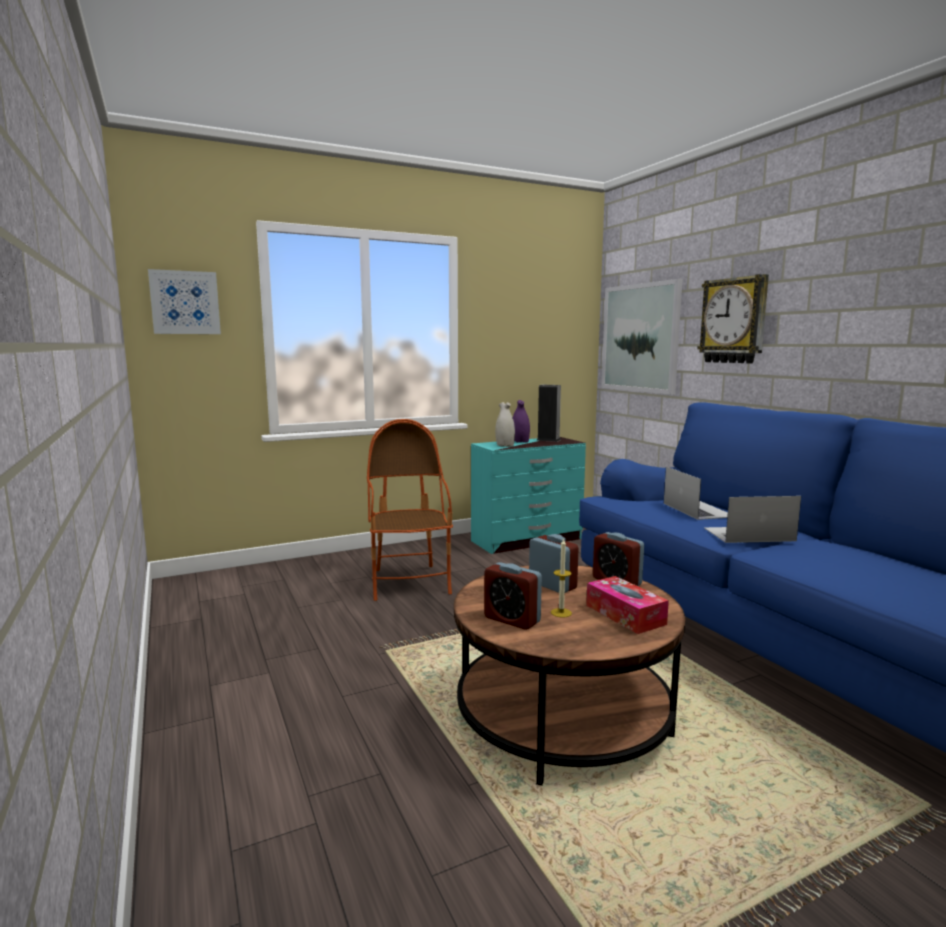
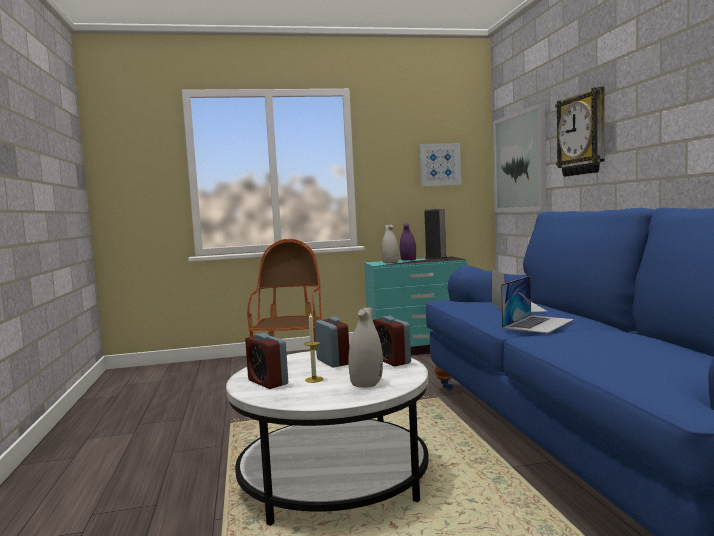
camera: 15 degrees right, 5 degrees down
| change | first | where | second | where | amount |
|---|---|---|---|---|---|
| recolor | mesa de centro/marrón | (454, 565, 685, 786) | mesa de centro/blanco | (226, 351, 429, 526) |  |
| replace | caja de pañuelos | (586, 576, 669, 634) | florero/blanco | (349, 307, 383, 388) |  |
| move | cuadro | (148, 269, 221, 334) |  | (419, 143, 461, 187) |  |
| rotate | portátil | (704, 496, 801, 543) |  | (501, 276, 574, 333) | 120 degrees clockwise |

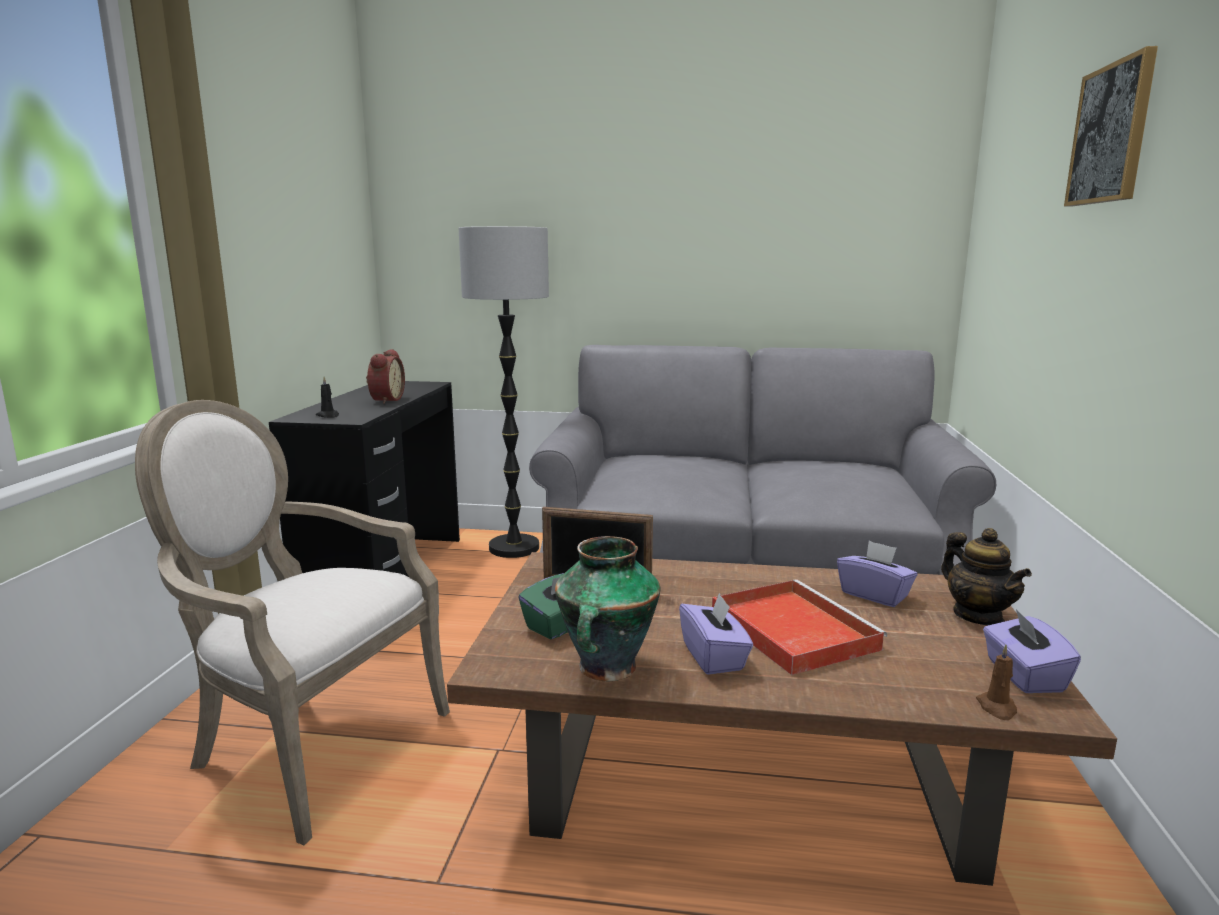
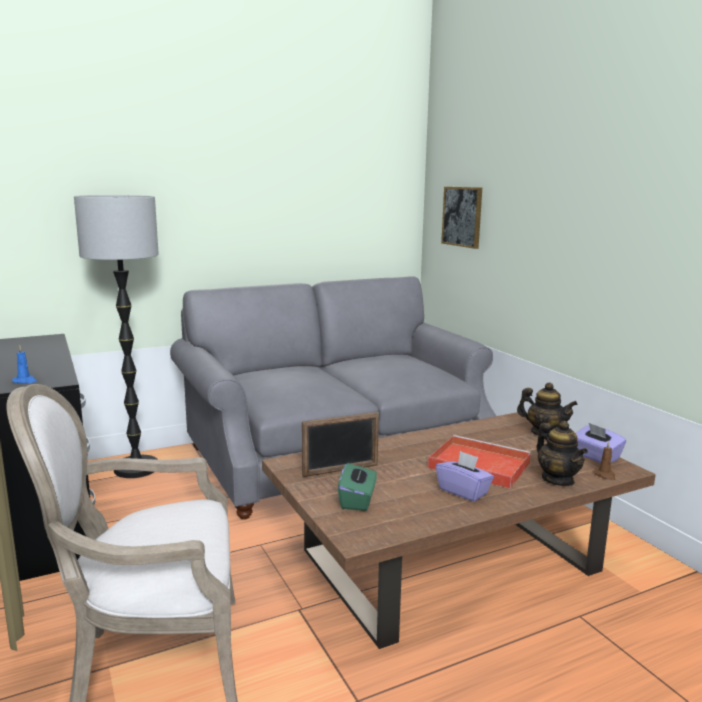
camera: 35 degrees left, 0 degrees up
| change | first | where | second | where | amount |
|---|---|---|---|---|---|
| recolor | vela/negro | (316, 377, 339, 418) | vela/azul | (12, 346, 37, 384) |  |
| move | cuadro | (1064, 46, 1158, 206) |  | (441, 187, 482, 249) |  |
| insert |  |  | tetera | (537, 421, 588, 486) |  |
| delete | despertador | (366, 349, 405, 404) |  |  |  |
| delete | florero | (555, 536, 661, 681) |  |  |  |
| delete | caja de pañuelos/morado | (837, 540, 917, 607) |  |  |  |

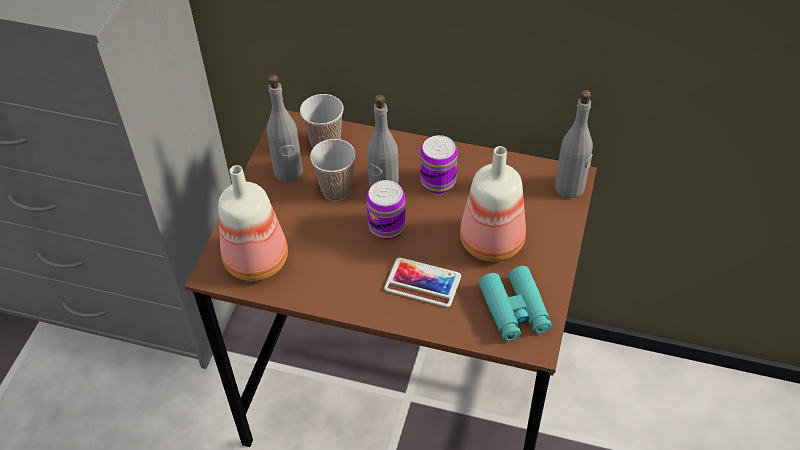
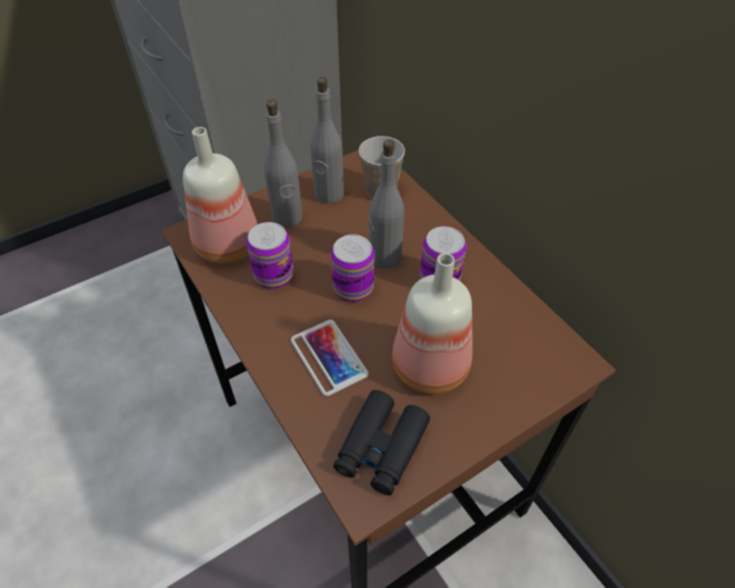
camera: 40 degrees right, 0 degrees up
| change | first | where | second | where | amount |
|---|---|---|---|---|---|
| insert |  |  | lata | (246, 222, 294, 289) |  |
| move | botella/gris | (555, 90, 593, 198) |  | (264, 100, 303, 228) |  |
| recolor | prismáticos/turquesa | (479, 266, 552, 341) | prismáticos/negro | (333, 390, 430, 495) |  |
| delete | taza | (310, 139, 356, 201) |  |  |  |

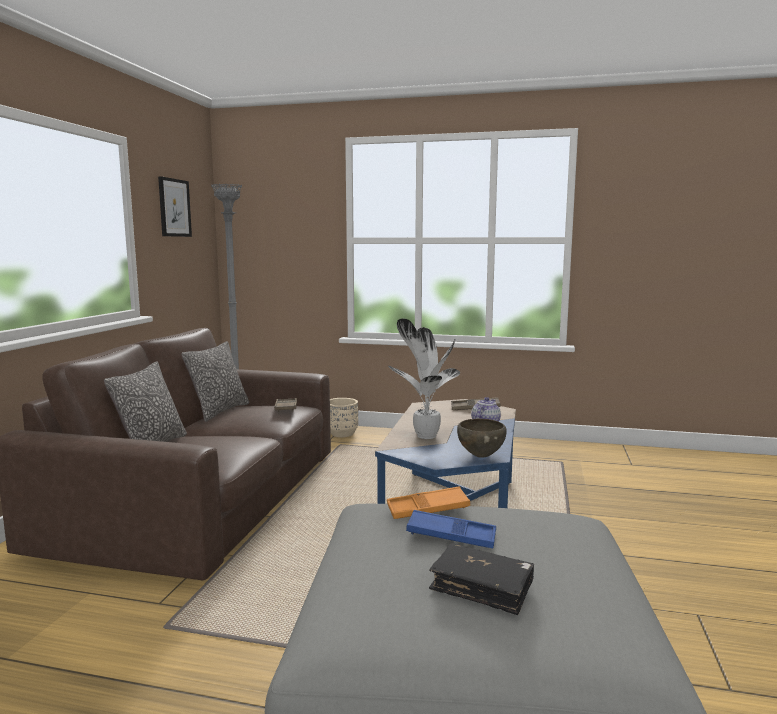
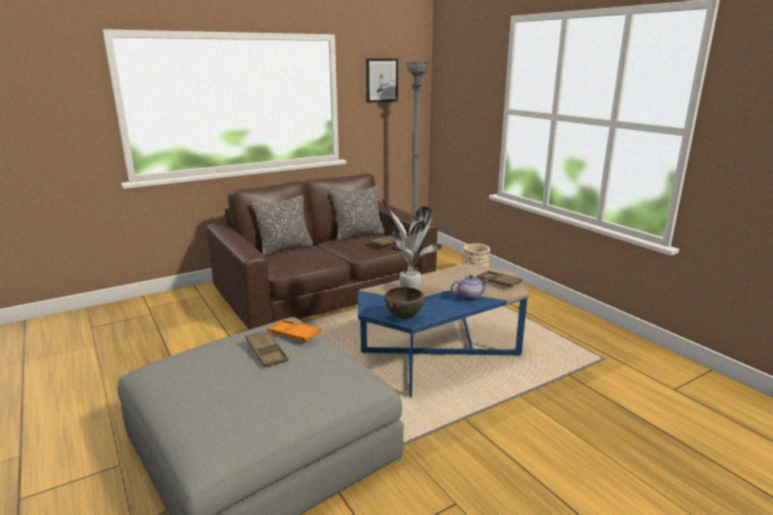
camera: 45 degrees right, 10 degrees up
| change | first | where | second | where | amount |
|---|---|---|---|---|---|
| recolor | bandeja/azul | (406, 510, 496, 548) | bandeja/marrón | (245, 330, 289, 368) |  |
| delete | libro/negro | (429, 543, 534, 615) |  |  |  |

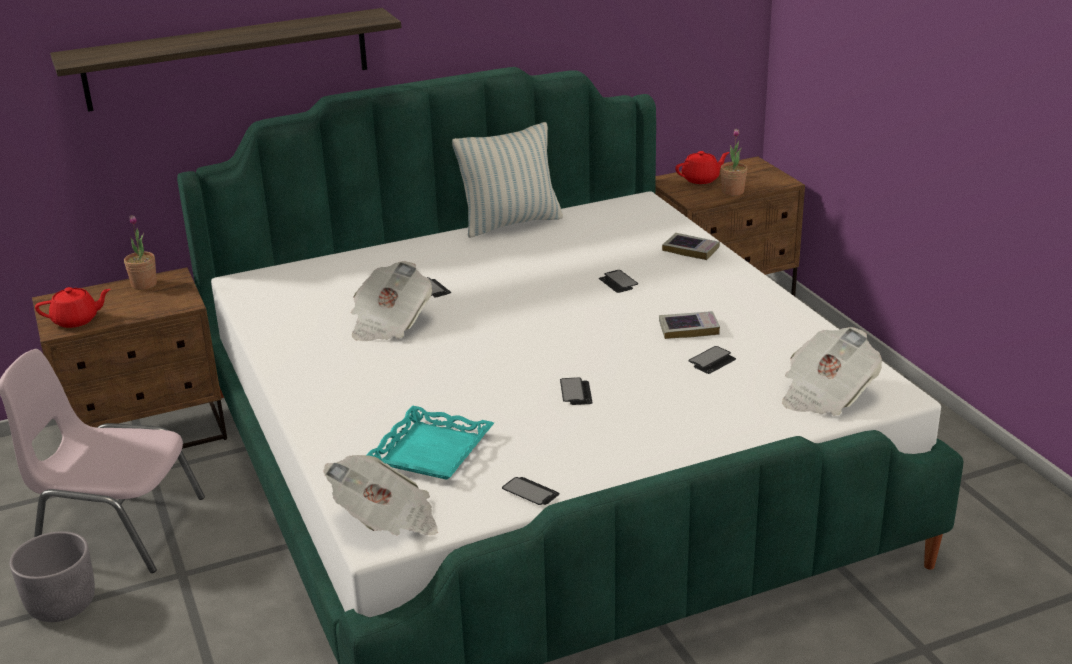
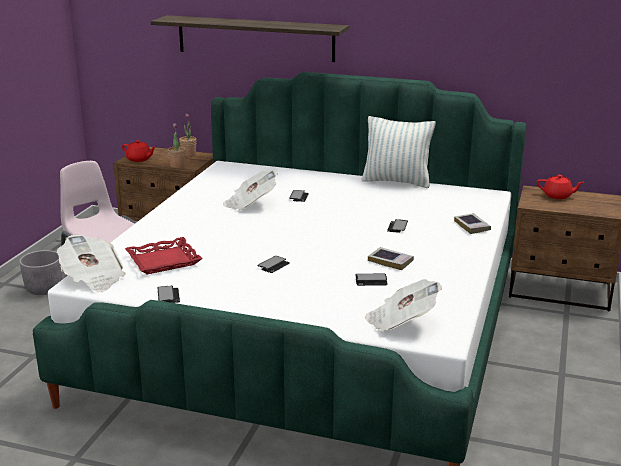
camera: 40 degrees right, 5 degrees down
| change | first | where | second | where | amount |
|---|---|---|---|---|---|
| recolor | bandeja/turquesa | (367, 406, 494, 480) | bandeja/rojo | (125, 237, 203, 274) |  |
| move | planta en maceta | (720, 128, 747, 196) |  | (168, 123, 186, 168) |  |

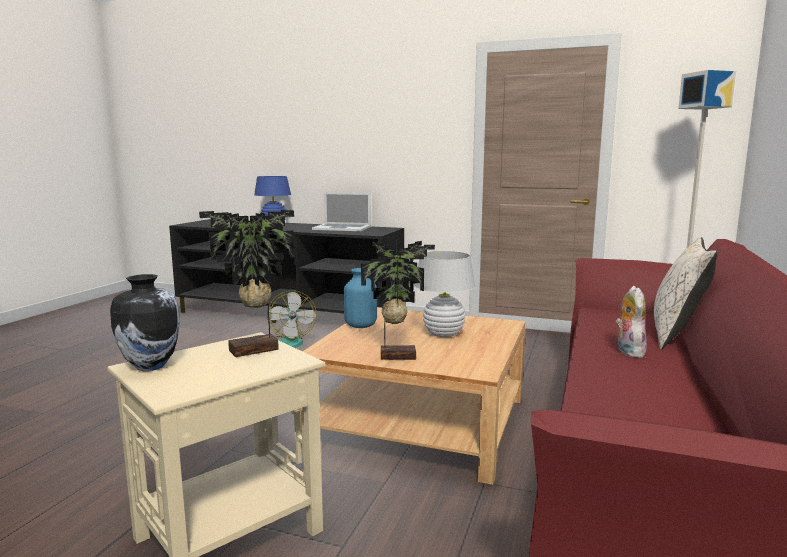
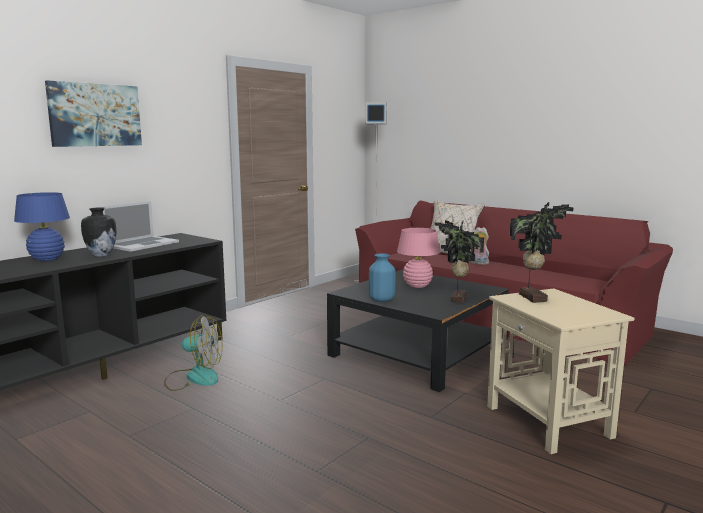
camera: 70 degrees left, 0 degrees up
| change | first | where | second | where | amount |
|---|---|---|---|---|---|
| insert |  |  | cuadro | (45, 80, 142, 147) |  |
| move | florero | (110, 274, 180, 371) |  | (81, 208, 117, 257) |  |
| recolor | mesa de centro/beis | (298, 307, 525, 485) | mesa de centro/negro | (327, 269, 509, 392) |  |
| recolor | lámpara de mesa/blanco | (414, 251, 476, 337) | lámpara de mesa/rosa | (397, 228, 440, 288) |  |

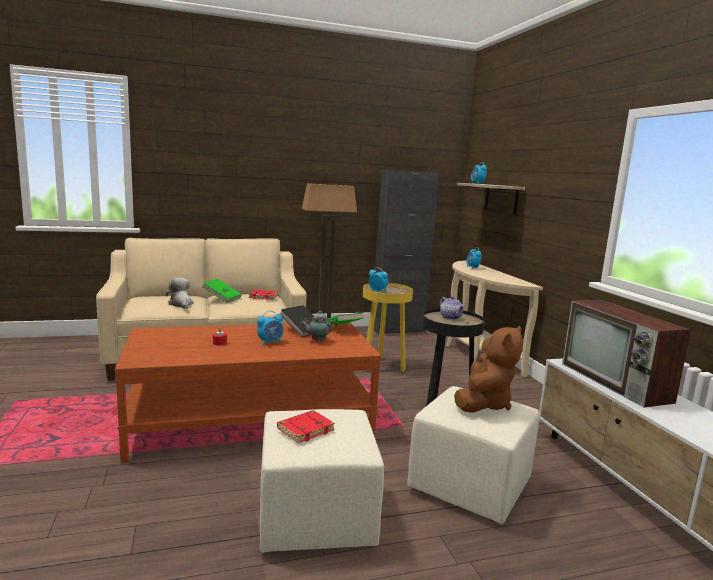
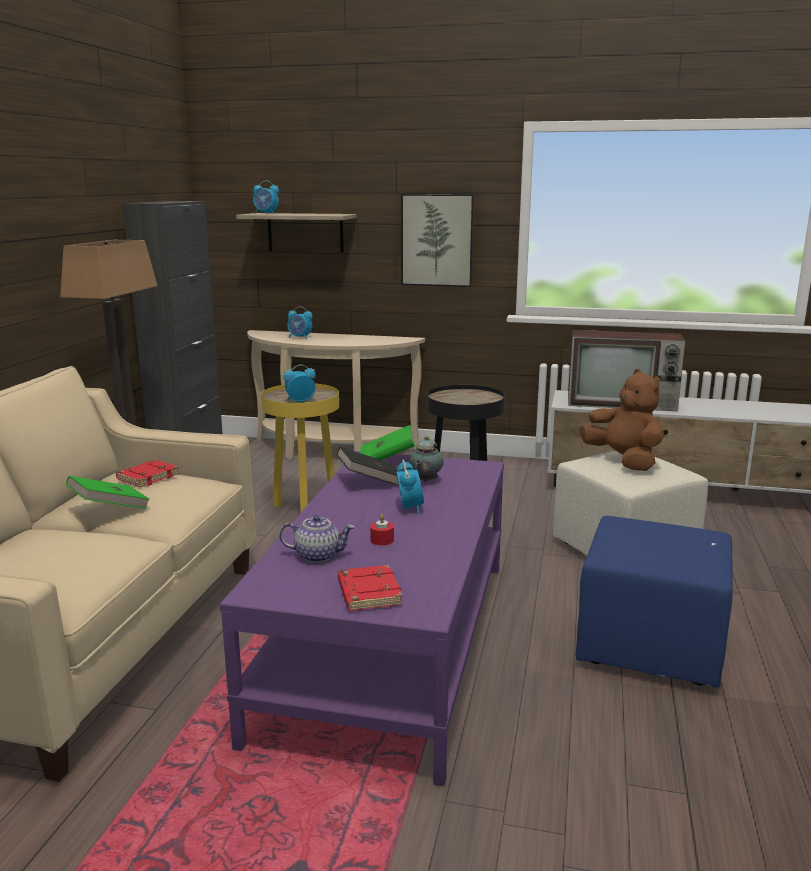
camera: 60 degrees left, 5 degrees up
| change | first | where | second | where | amount |
|---|---|---|---|---|---|
| recolor | mesa de centro/marrón | (115, 323, 381, 463) | mesa de centro/morado | (219, 451, 504, 786) |  |
| move | tetera | (440, 296, 465, 320) |  | (279, 515, 355, 563) |  |
| move | libro/rojo | (277, 410, 335, 443) |  | (338, 565, 403, 611) |  |
| insert |  |  | cuadro | (401, 194, 474, 287) |  |
| recolor | puf/beis | (260, 409, 384, 552) | puf/azul | (576, 516, 733, 688) |  |
| delete | peluche | (166, 278, 194, 309) |  |  |  |

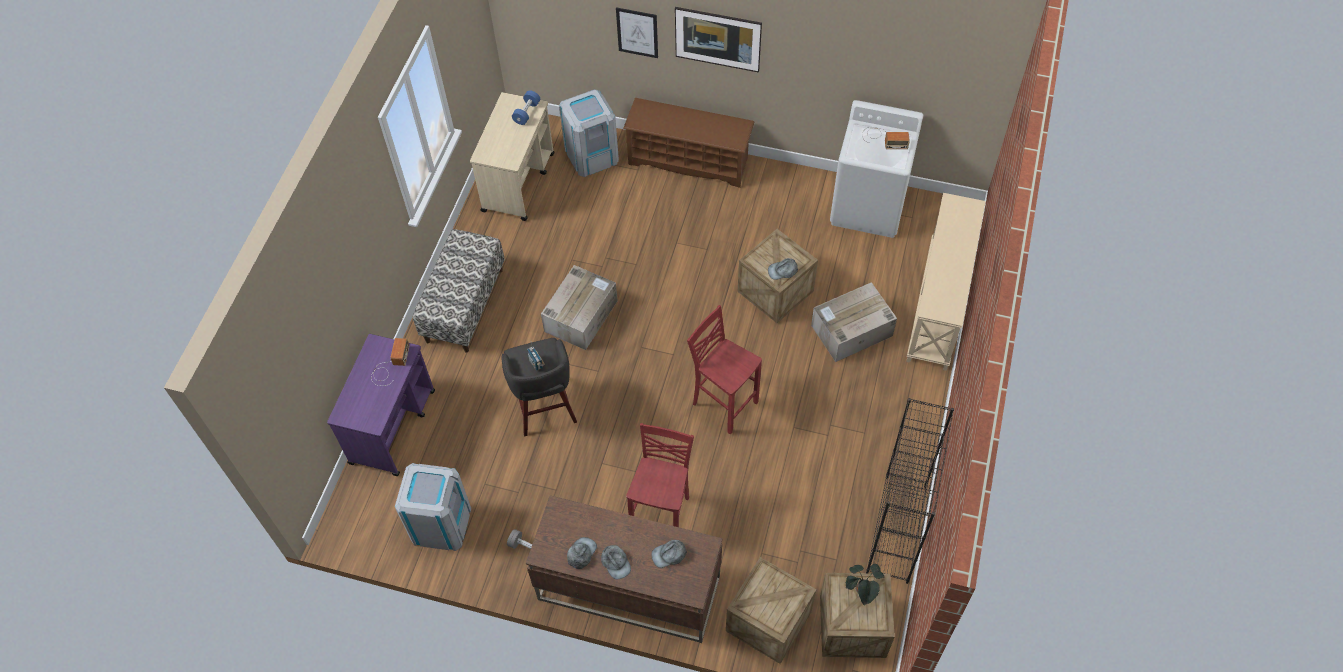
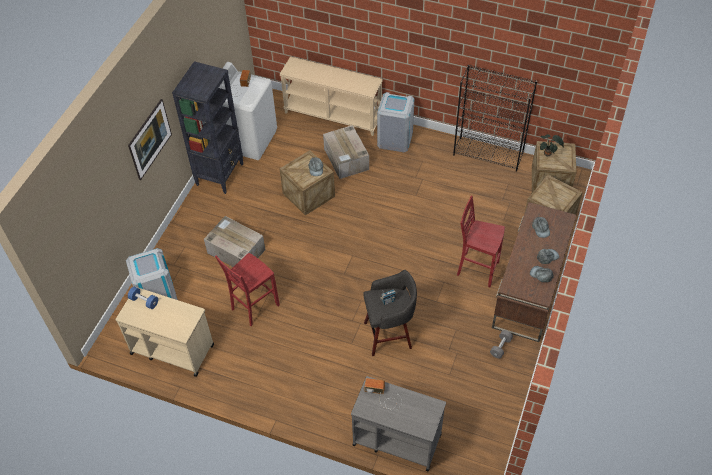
camera: 85 degrees left, 5 degrees down
| change | first | where | second | where | amount |
|---|---|---|---|---|---|
| insert |  |  | estantería/negro | (172, 61, 244, 194) |  |
| move | caja de cartón | (541, 265, 618, 350) |  | (204, 216, 265, 267) |  |
| move | taburete/rojo | (687, 305, 762, 434) |  | (215, 253, 280, 326) |  |
| recolor | carrito/morado | (327, 334, 435, 476) | carrito/gris | (351, 376, 446, 472) |  |
| move | papelera/gris | (395, 463, 471, 551) |  | (377, 92, 414, 152) |  |
| delete | banco | (413, 229, 505, 353) |  |  |  |
| delete | cuadro | (616, 7, 658, 58) |  |  |  |
| delete | zapatero/marrón | (623, 98, 754, 188) |  |  |  |

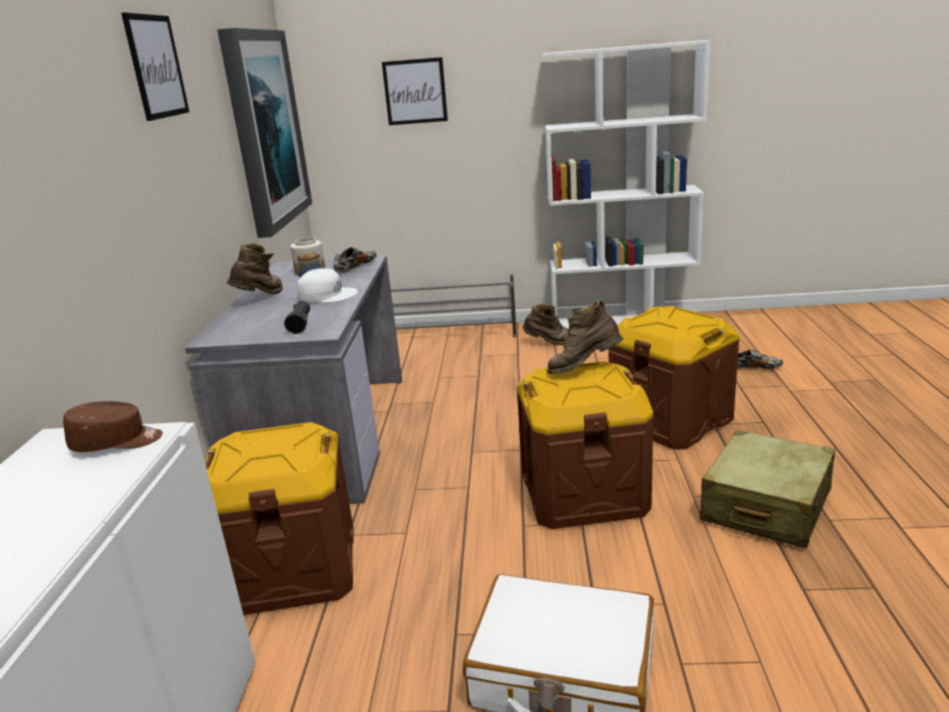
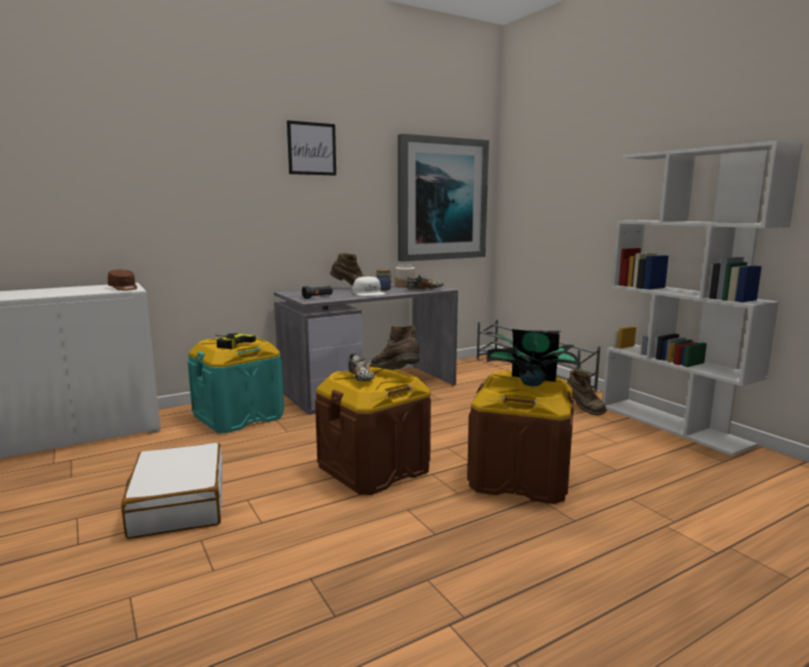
camera: 55 degrees right, 10 degrees down
| change | first | where | second | where | amount |
|---|---|---|---|---|---|
| recolor | caja de almacenaje/marrón | (206, 422, 354, 615) | caja de almacenaje/turquesa | (188, 337, 284, 433) |  |
| insert |  |  | taladro | (215, 333, 256, 349) |  |
| move | zapato | (737, 350, 783, 369) |  | (348, 353, 375, 381) |  |
| insert |  |  | planta en maceta | (487, 329, 581, 386) |  |
| delete | cuadro | (382, 57, 448, 125) |  |  |  |
| delete | maleta/beis | (700, 430, 835, 548) |  |  |  |

